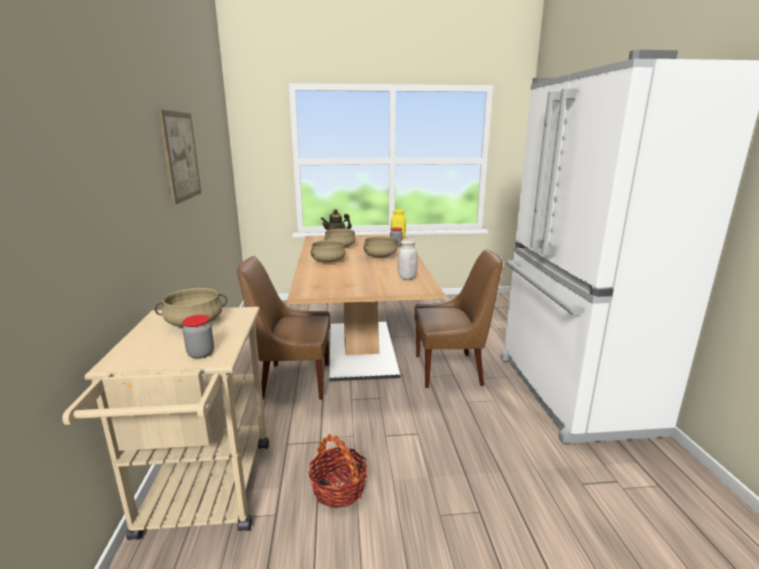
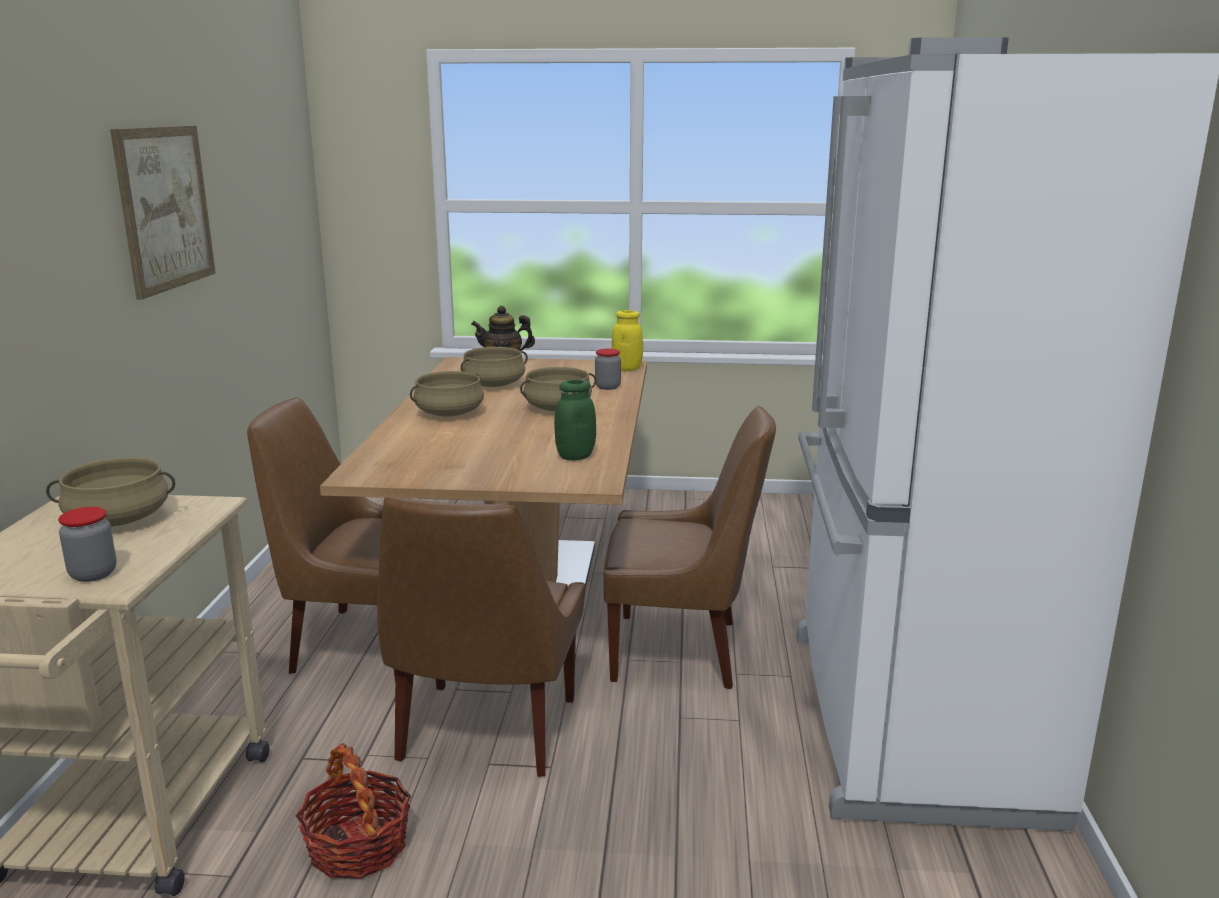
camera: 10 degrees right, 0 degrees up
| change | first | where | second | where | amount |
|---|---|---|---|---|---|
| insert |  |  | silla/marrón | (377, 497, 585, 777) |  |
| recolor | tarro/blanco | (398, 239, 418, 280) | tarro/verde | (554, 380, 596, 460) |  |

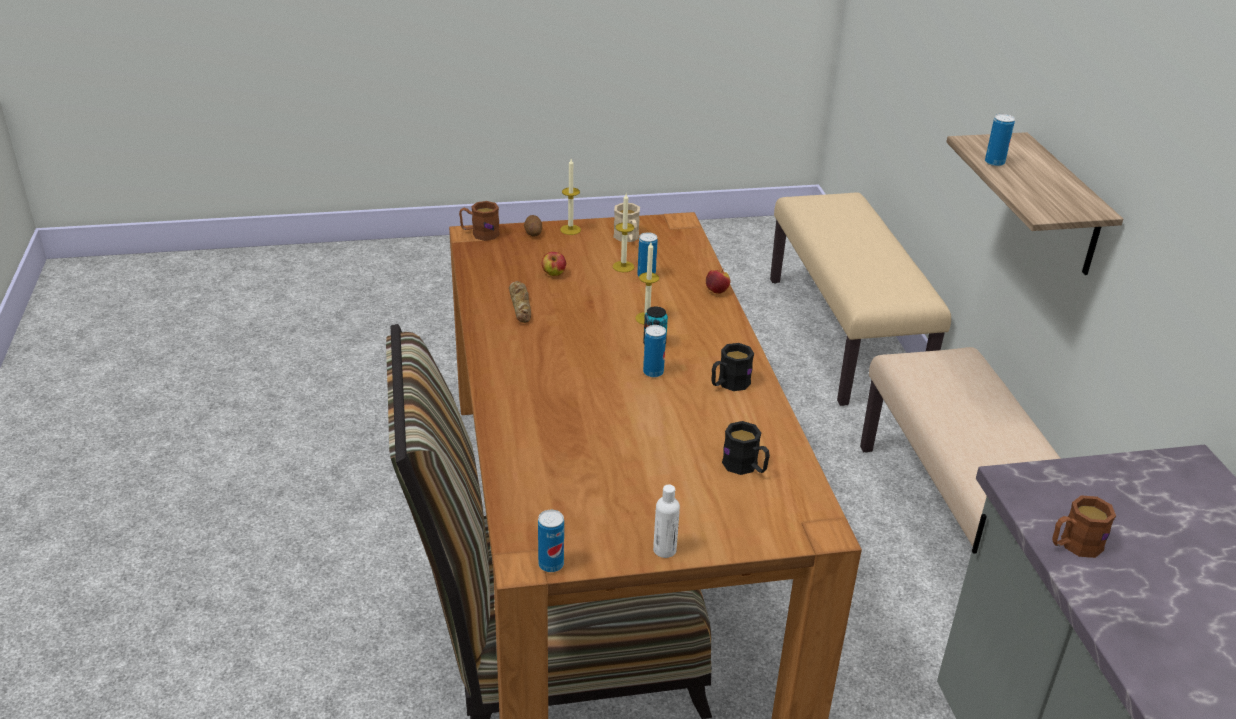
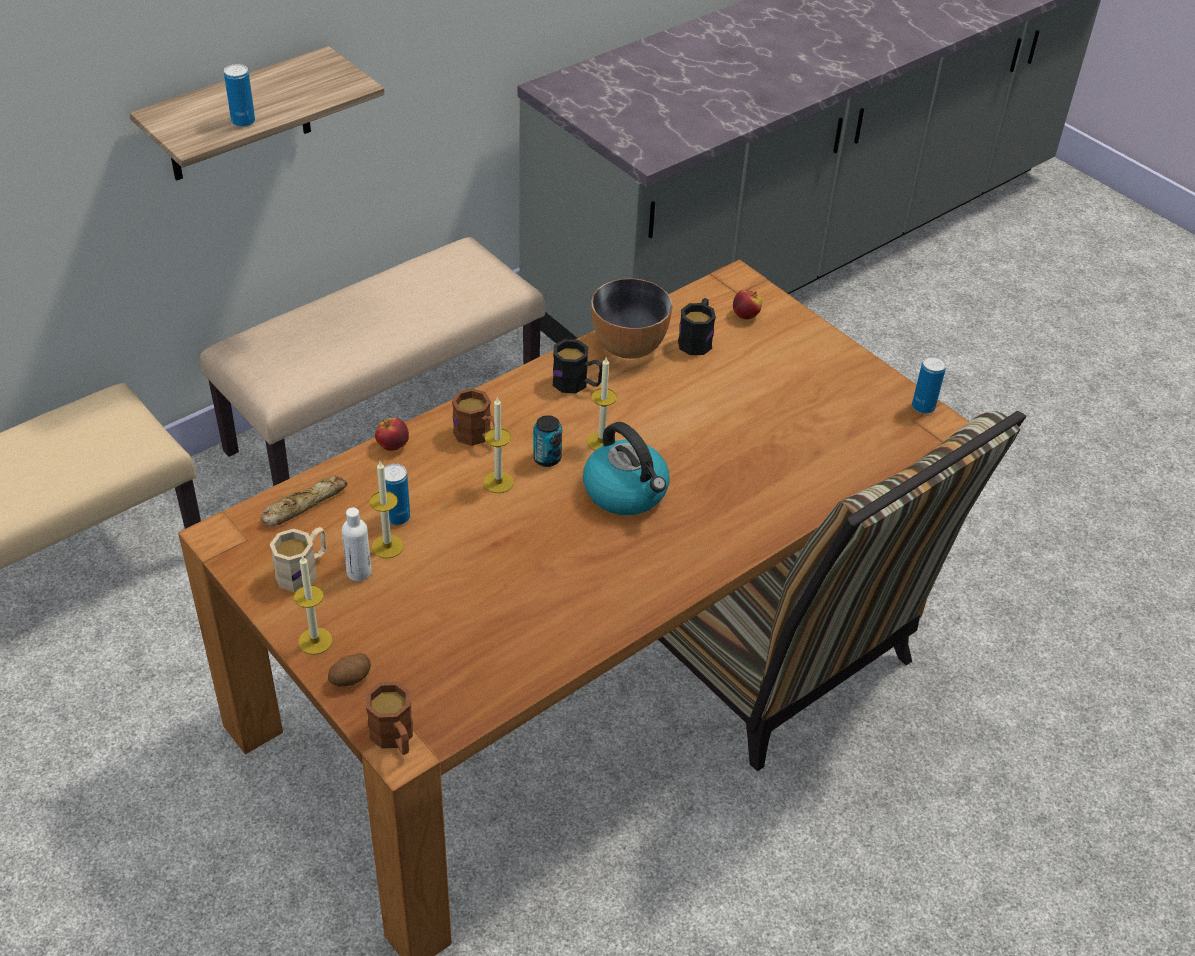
camera: 120 degrees left, 10 degrees up
| change | first | where | second | where | amount |
|---|---|---|---|---|---|
| move | pan | (509, 281, 531, 323) |  | (260, 476, 347, 527) |  |
| move | botella/blanco | (653, 485, 680, 558) |  | (342, 508, 372, 581) |  |
| move | taza grande/marrón | (1052, 496, 1116, 558) |  | (452, 388, 494, 446) |  |
| insert |  |  | hervidor | (583, 422, 669, 515) |  |
| replace | lata | (643, 325, 666, 378) | vela | (587, 358, 617, 450) |  |
| insert |  |  | cuenco | (591, 278, 673, 359) |  |
| move | manzana | (542, 252, 566, 276) |  | (733, 290, 762, 320) |  |

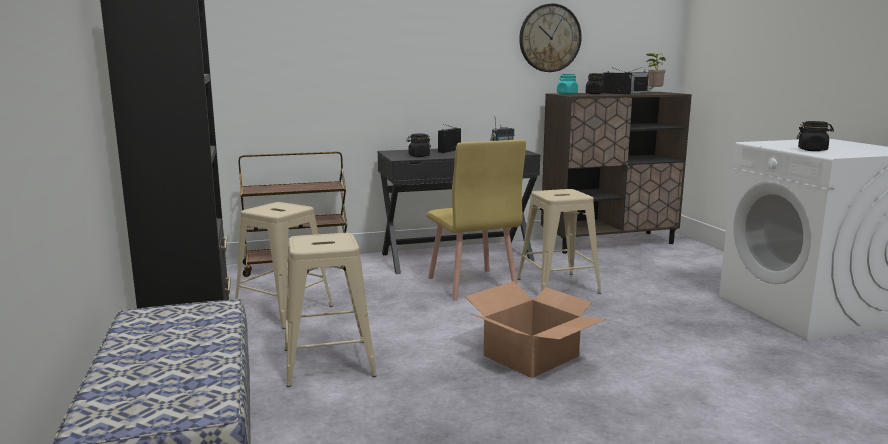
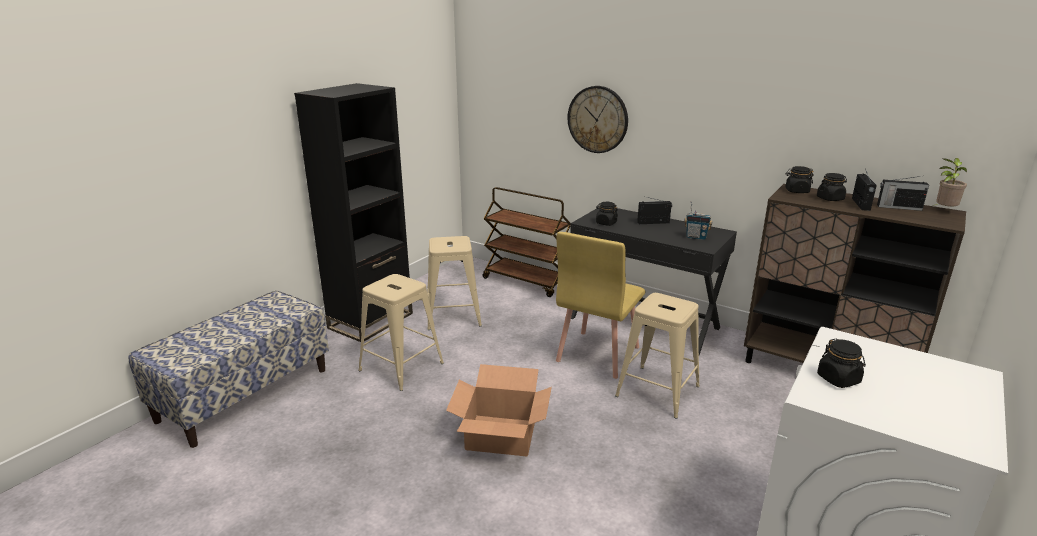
camera: 50 degrees right, 10 degrees up
| change | first | where | second | where | amount |
|---|---|---|---|---|---|
| move | reloj de pared | (519, 4, 582, 72) |  | (568, 86, 628, 153) |  |
| recolor | tarro/turquesa | (557, 73, 578, 94) | tarro/negro | (785, 166, 814, 193) |  |

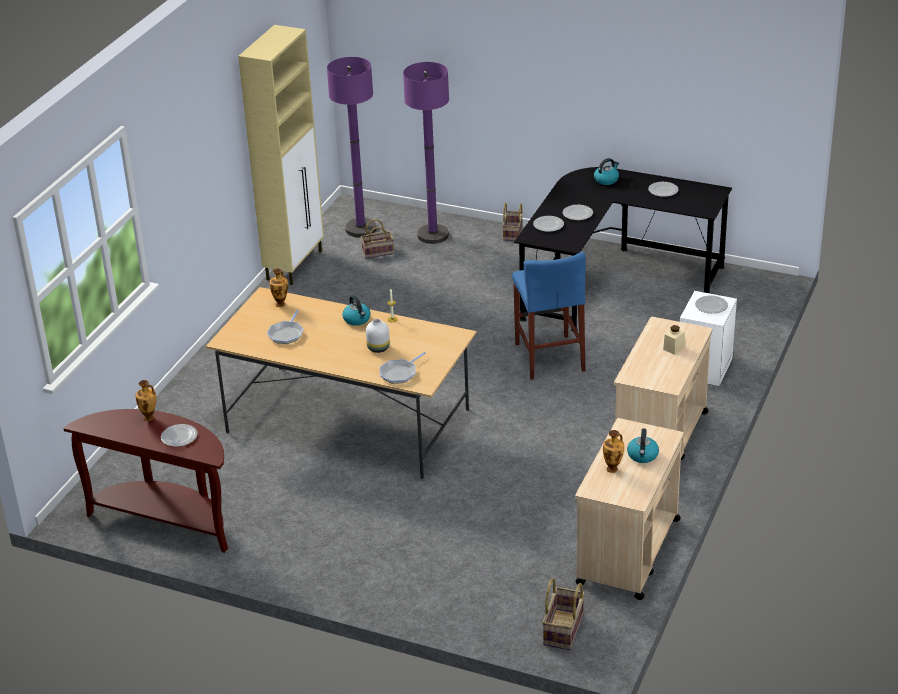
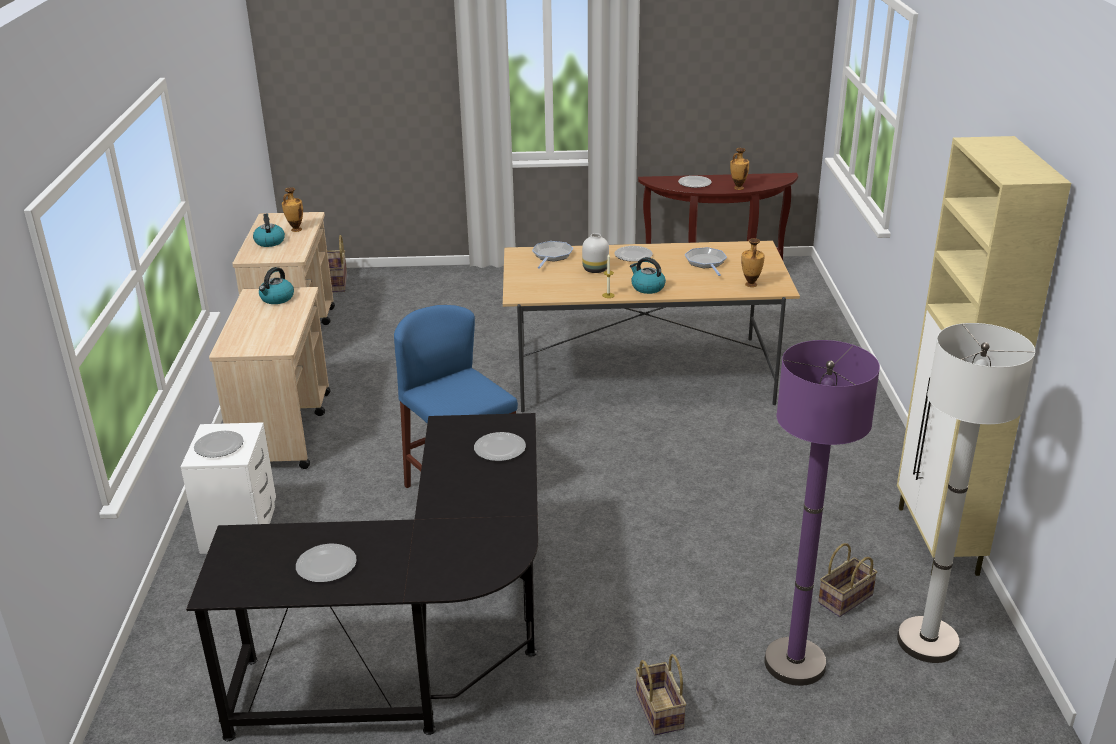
camera: 155 degrees right, 5 degrees down
| change | first | where | second | where | amount |
|---|---|---|---|---|---|
| move | hervidor | (594, 158, 619, 185) |  | (259, 267, 294, 304) |  |
| move | plato | (563, 205, 593, 220) |  | (615, 246, 653, 262) |  |
| recolor | lámpara de pie/morado | (327, 57, 376, 237) | lámpara de pie/blanco | (897, 323, 1035, 663) |  |
| delete | tarro/beis | (663, 325, 685, 355) |  |  |  |

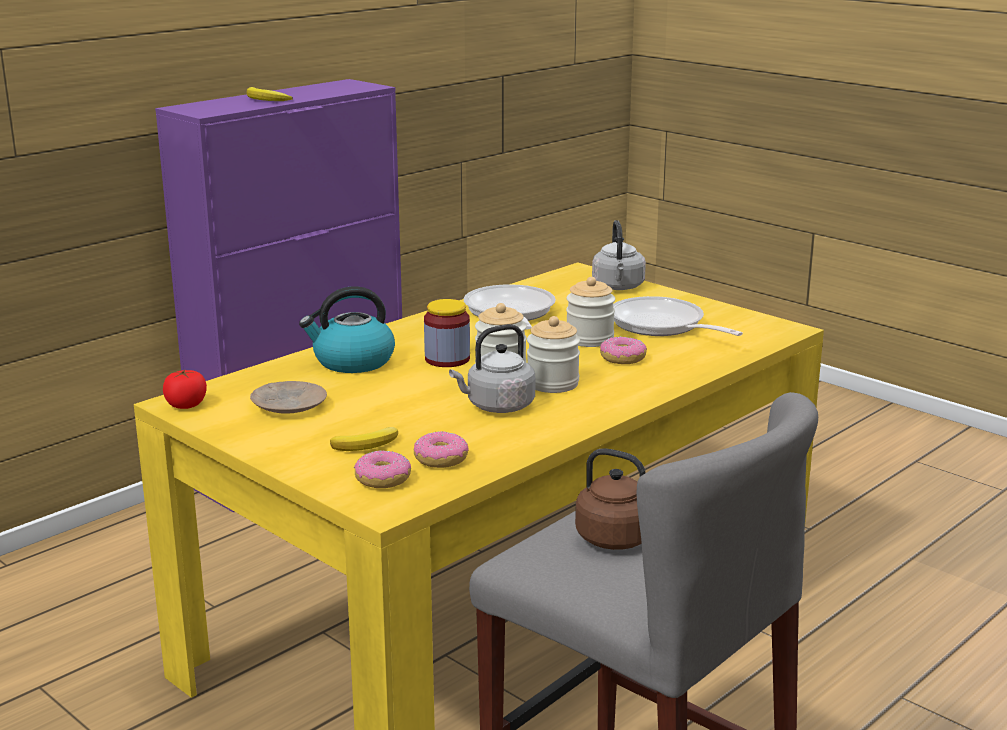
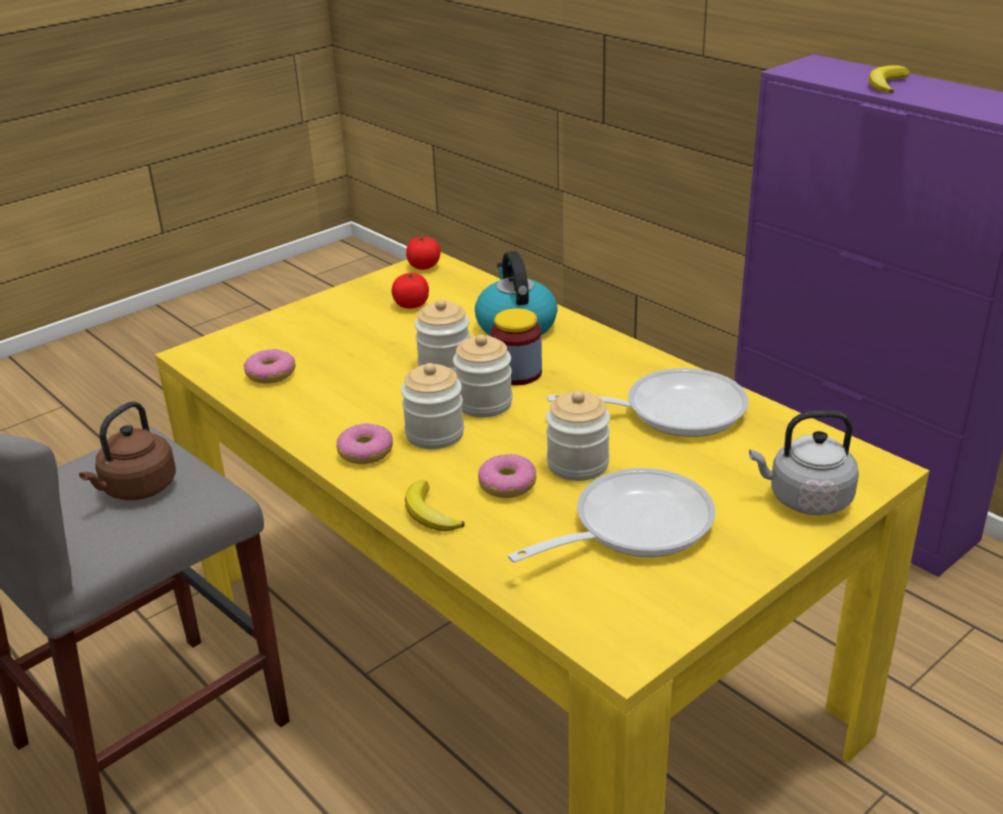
camera: 95 degrees right, 10 degrees up
| change | first | where | second | where | amount |
|---|---|---|---|---|---|
| move | rosquilla | (354, 450, 411, 488) |  | (336, 423, 393, 464) |  |
| replace | plato/beis | (250, 381, 327, 414) | tomate | (391, 273, 429, 308) |  |
| move | plátano | (330, 427, 398, 451) |  | (405, 480, 465, 532) |  |
| insert |  |  | tarro | (415, 299, 470, 371) |  |
| delete | hervidor/gris | (449, 324, 535, 413) |  |  |  |

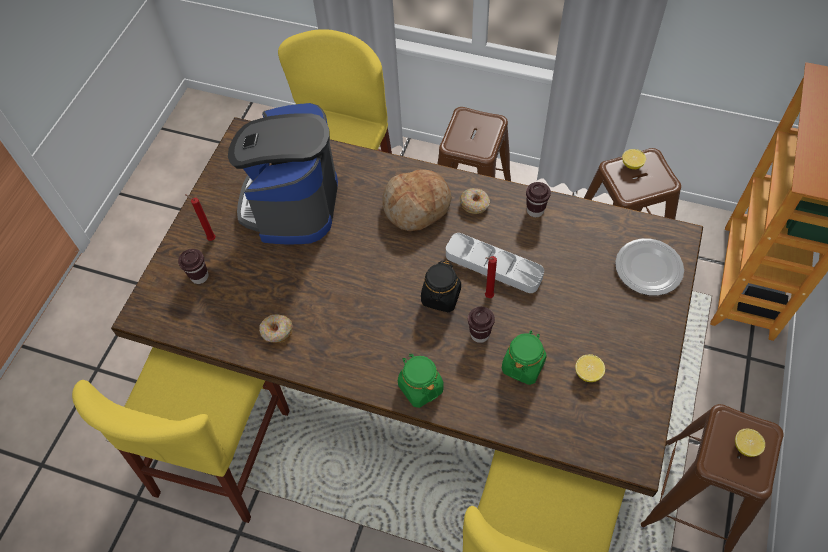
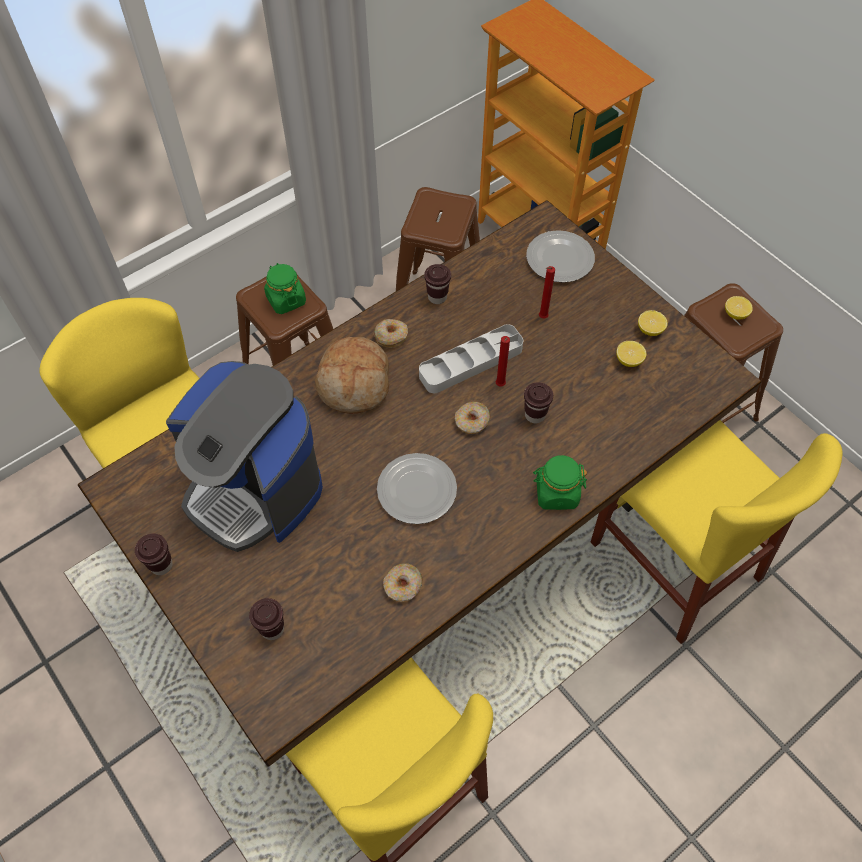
camera: 60 degrees left, 0 degrees up
| change | first | where | second | where | amount |
|---|---|---|---|---|---|
| insert |  |  | taza/marrón | (135, 534, 173, 575) |  |
| move | tarro/verde | (502, 331, 547, 385) |  | (264, 263, 306, 314) |  |
| insert |  |  | plato | (377, 453, 457, 524) |  |
| replace | tarro/negro | (421, 261, 461, 312) | rosquilla | (455, 402, 491, 434) |  |
| move | vela/rojo | (185, 194, 216, 241) |  | (539, 266, 555, 318) |  |
| move | limón | (622, 149, 646, 169) |  | (638, 310, 668, 336) |  |

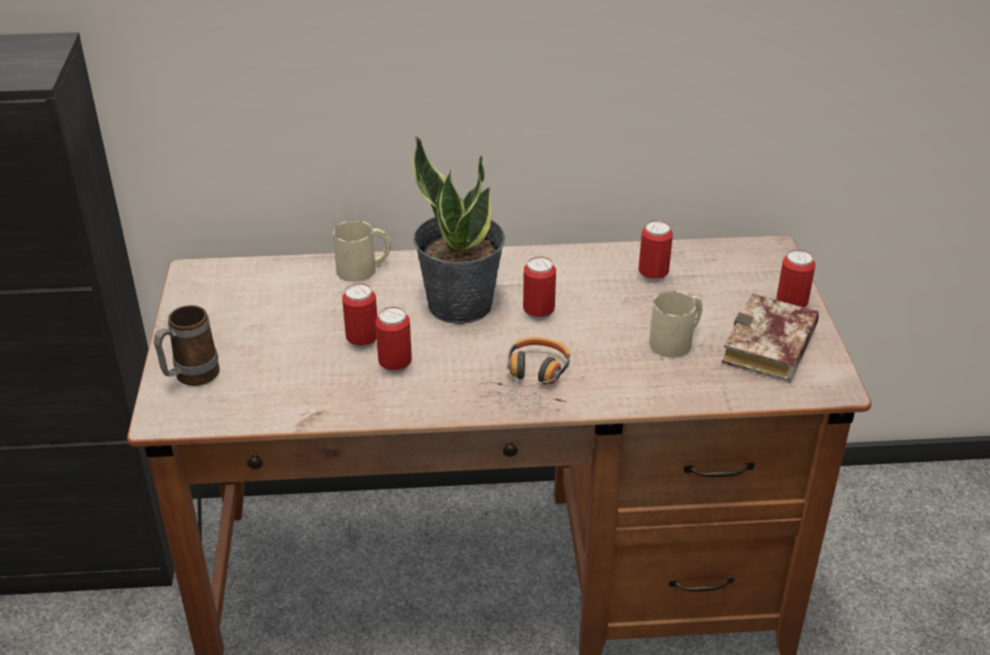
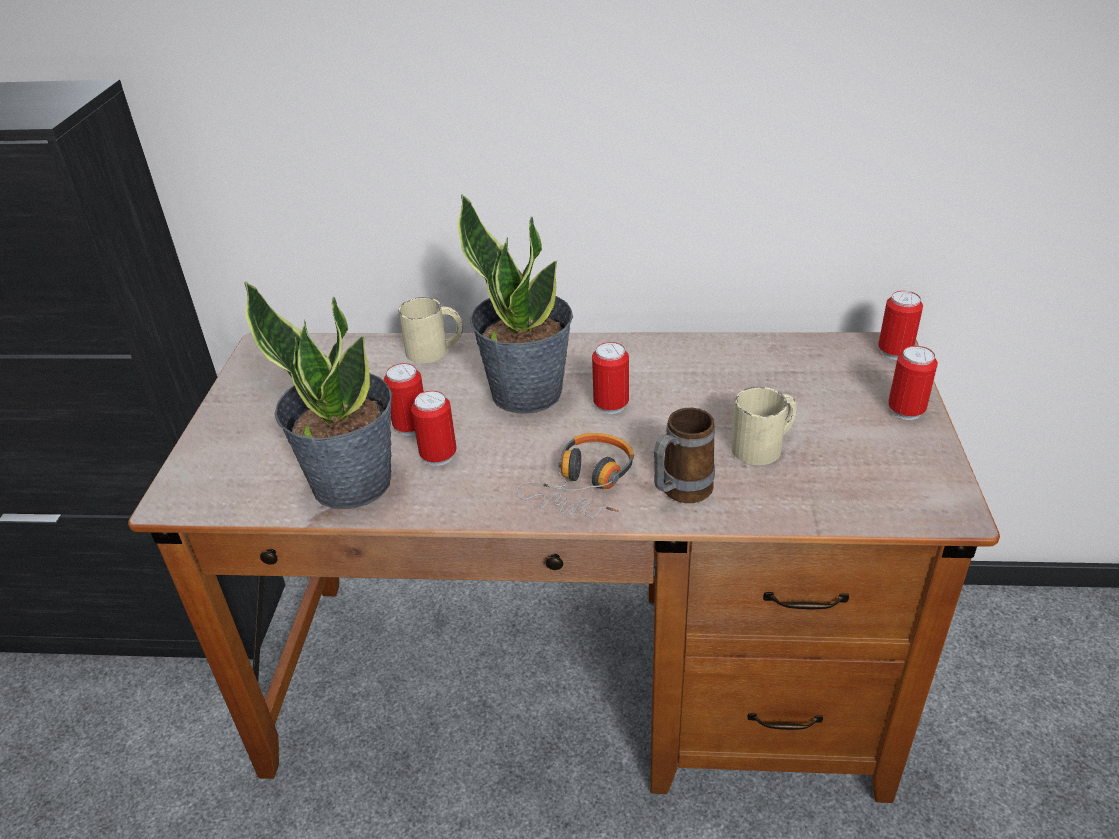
camera: 10 degrees right, 0 degrees up
| change | first | where | second | where | amount |
|---|---|---|---|---|---|
| insert |  |  | planta en maceta | (244, 281, 392, 509) |  |
| move | taza grande | (154, 305, 220, 386) |  | (654, 408, 715, 503) |  |
| move | lata | (639, 221, 673, 282) |  | (878, 291, 923, 360) |  |
| delete | libro | (722, 294, 819, 382) |  |  |  |

